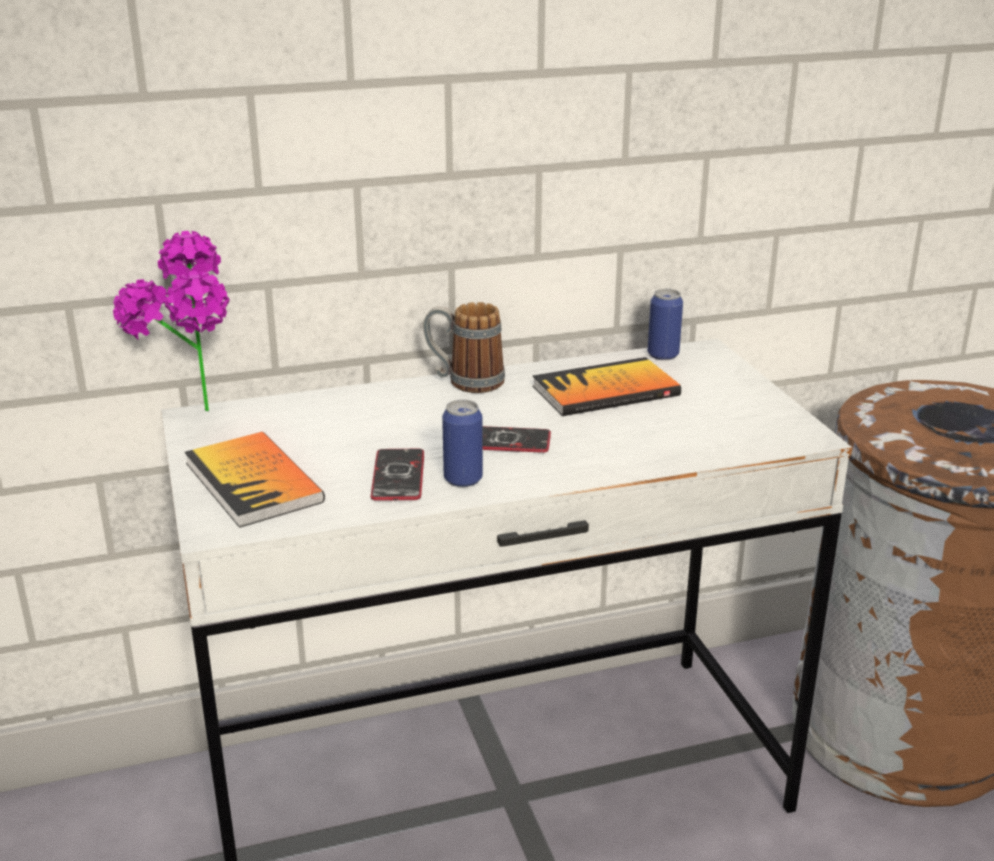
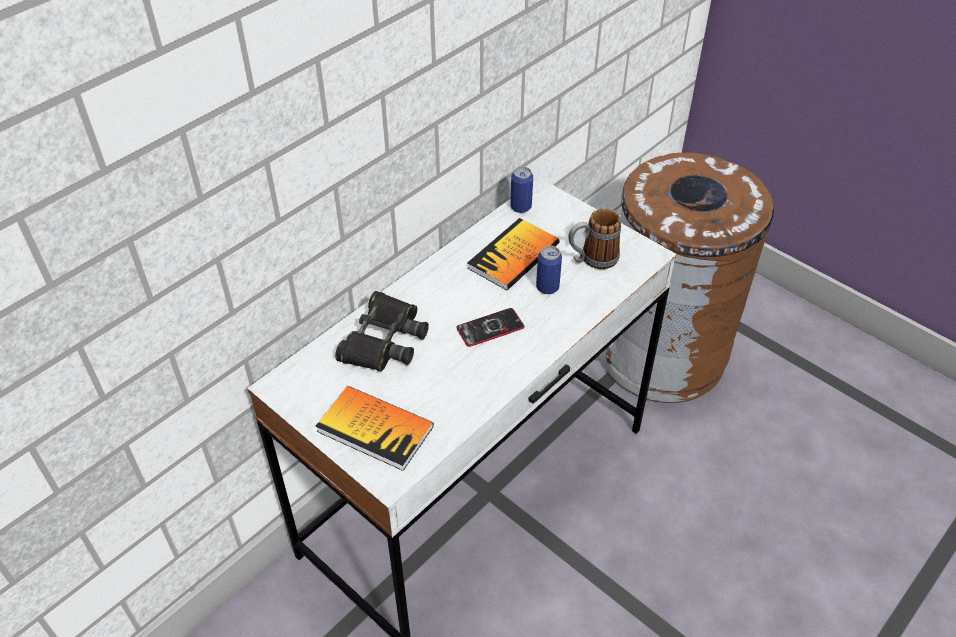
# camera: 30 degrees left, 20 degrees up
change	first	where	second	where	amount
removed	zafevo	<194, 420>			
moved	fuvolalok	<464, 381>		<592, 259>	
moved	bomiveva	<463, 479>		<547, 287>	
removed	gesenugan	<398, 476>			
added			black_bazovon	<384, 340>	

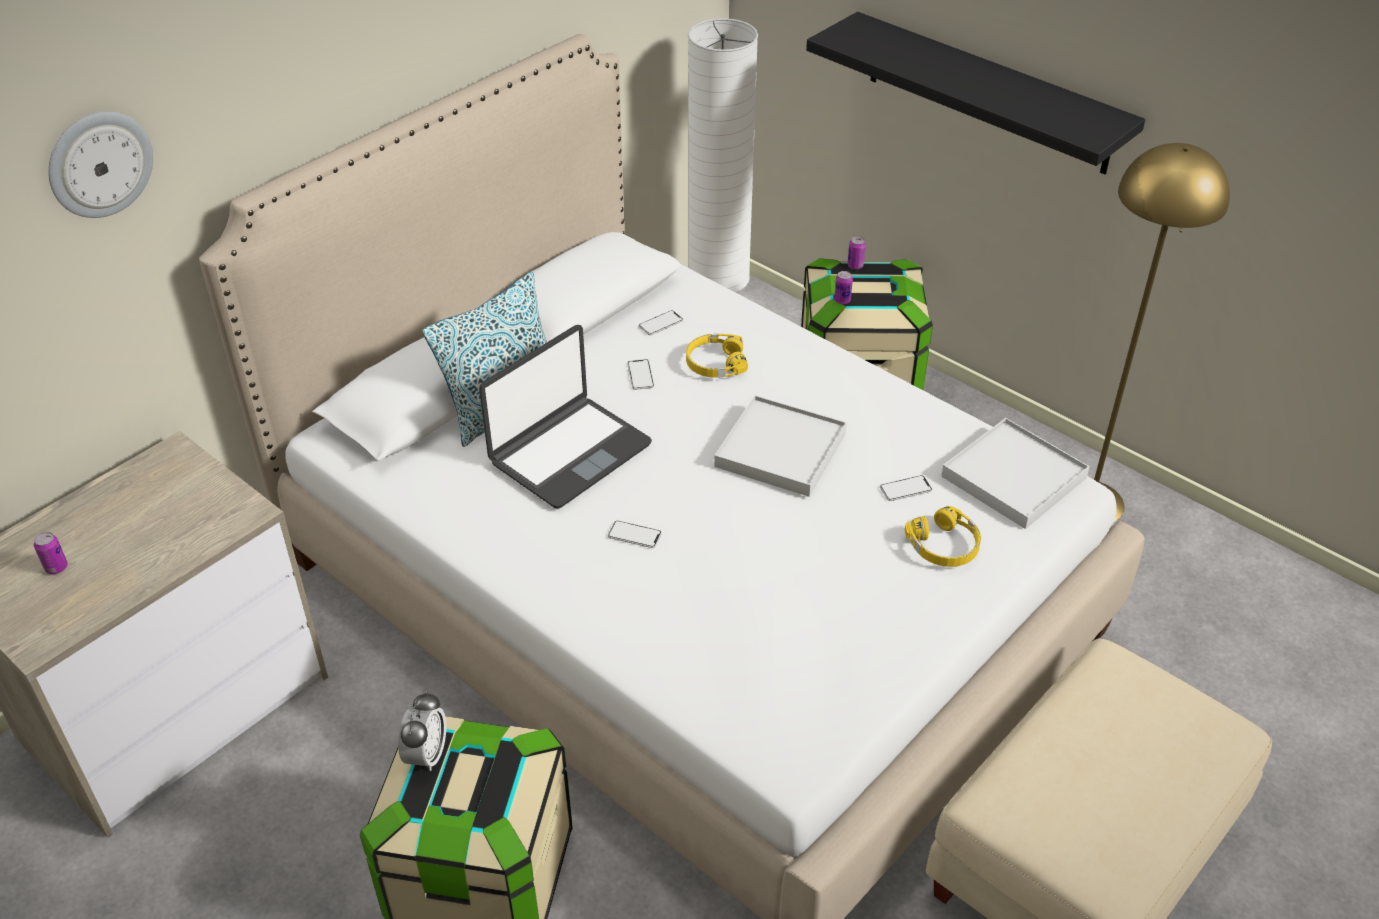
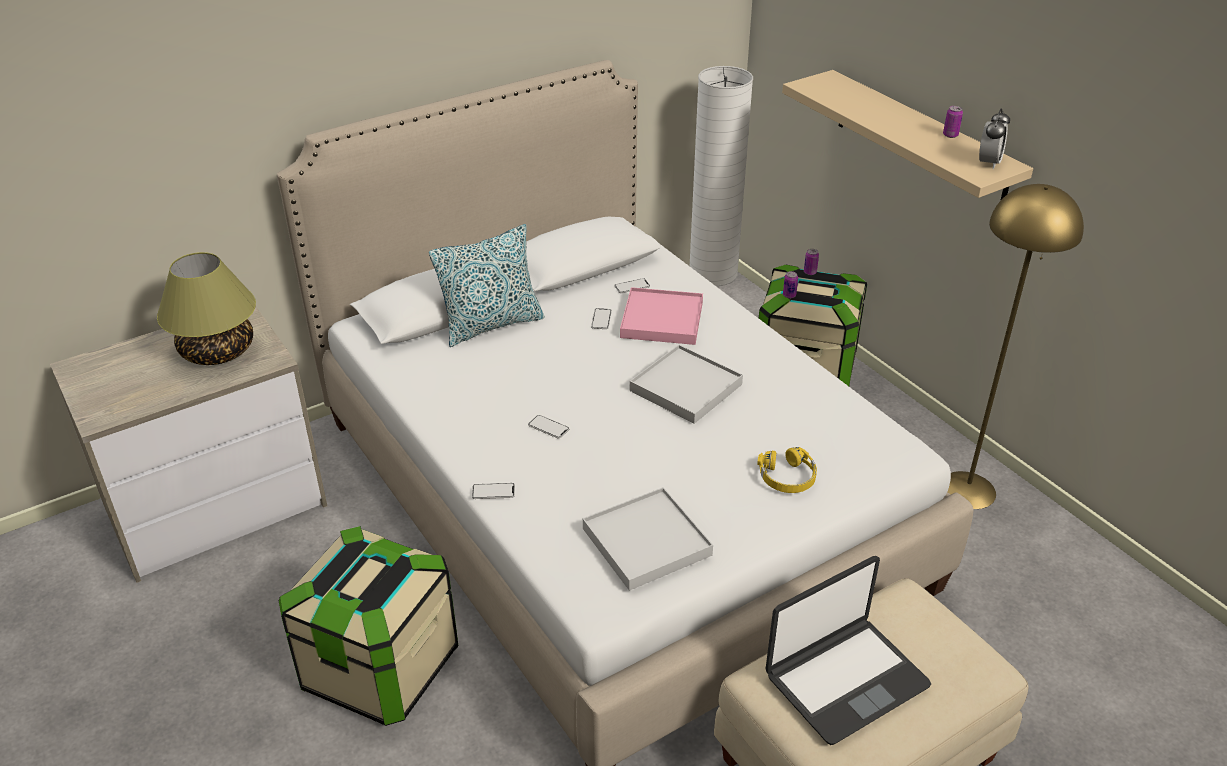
# camera: 15 degrees right, 5 degrees down
change	first	where	second	where	amount
recoloured	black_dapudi	<988, 93>	beige_dapudi	<920, 141>	
removed	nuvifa	<99, 164>			
moved	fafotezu	<569, 453>		<845, 679>	
replaced	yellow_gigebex	<715, 363>	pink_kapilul	<661, 320>	
moved	white_kapilul	<1014, 477>		<646, 542>	
moved	gesenugan	<905, 489>		<493, 492>	
moved	bomiveva	<56, 567>		<950, 135>	
moved	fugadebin	<426, 755>		<988, 163>	
added			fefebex	<218, 351>	

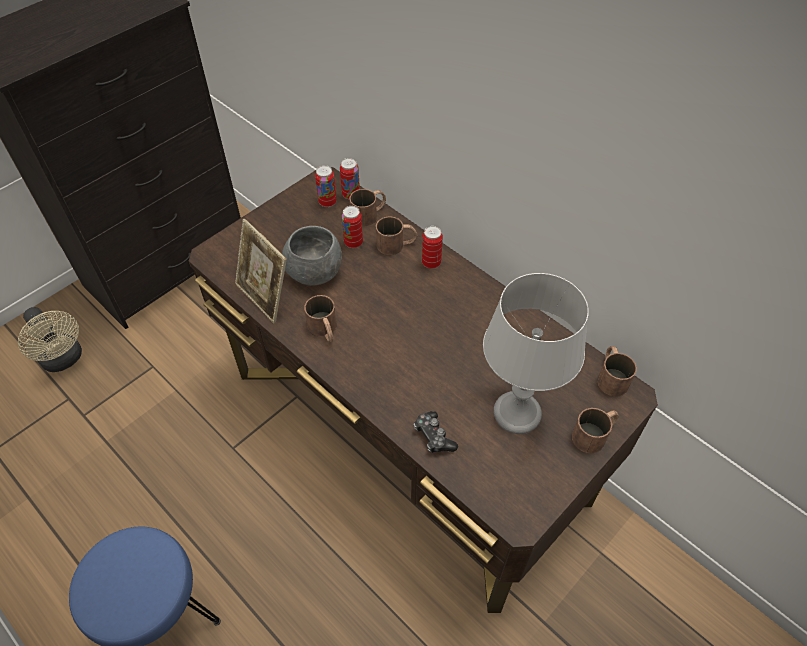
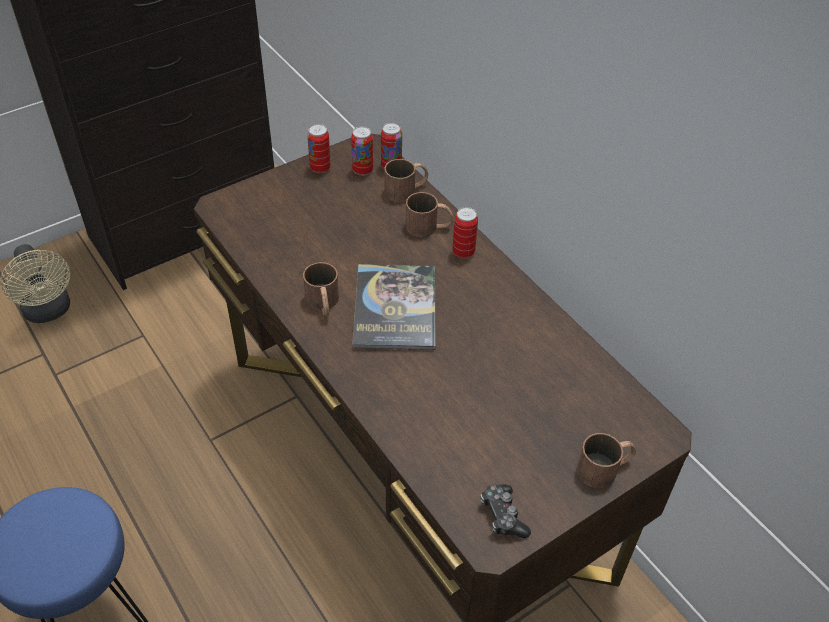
# camera: 10 degrees right, 5 degrees down
change	first	where	second	where	amount
moved	bomiveva	<353, 243>		<320, 168>	
removed	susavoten	<265, 297>			
removed	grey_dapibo	<314, 273>			
removed	grey_fefebex	<517, 413>			
removed	brown_fuvolalok	<611, 376>			
moved	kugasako	<433, 436>		<503, 515>	
added			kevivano	<395, 308>	

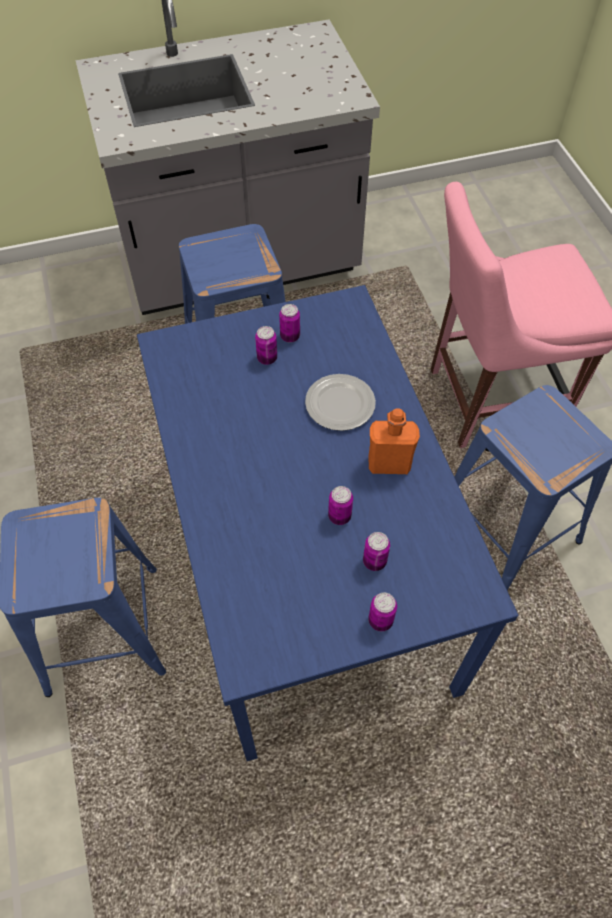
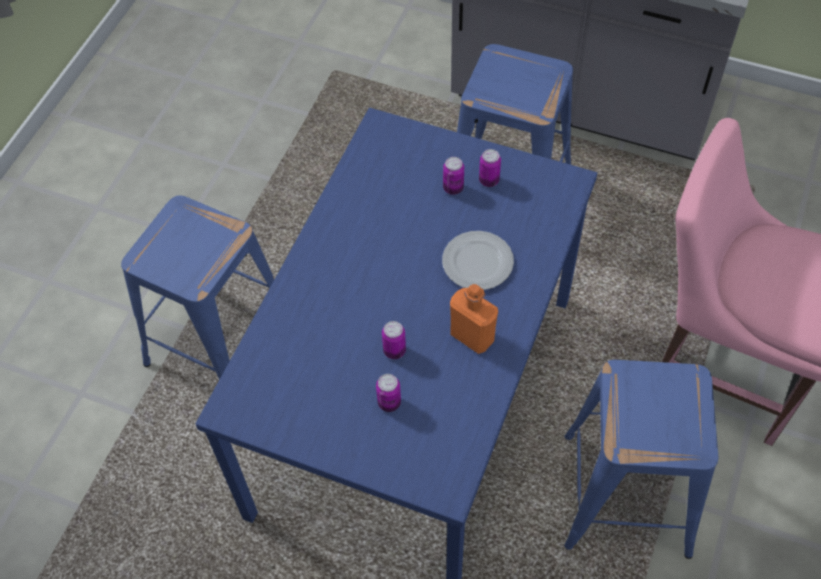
# camera: 40 degrees right, 0 degrees up
change	first	where	second	where	amount
removed	bomiveva	<380, 620>			

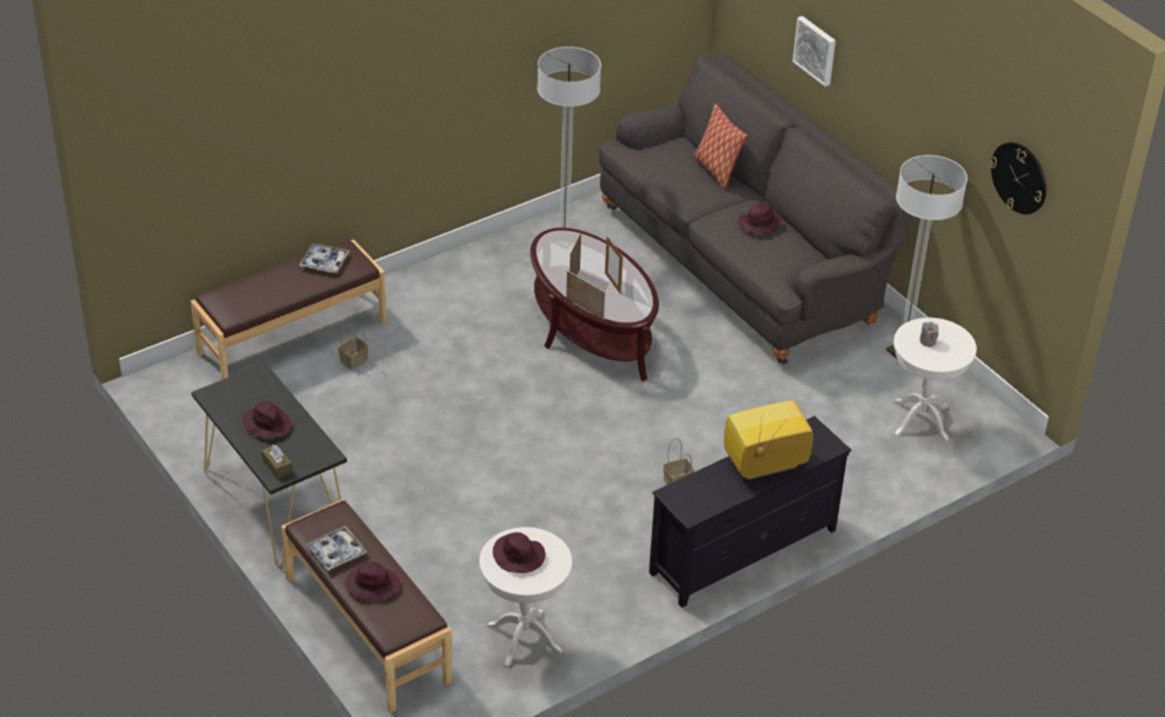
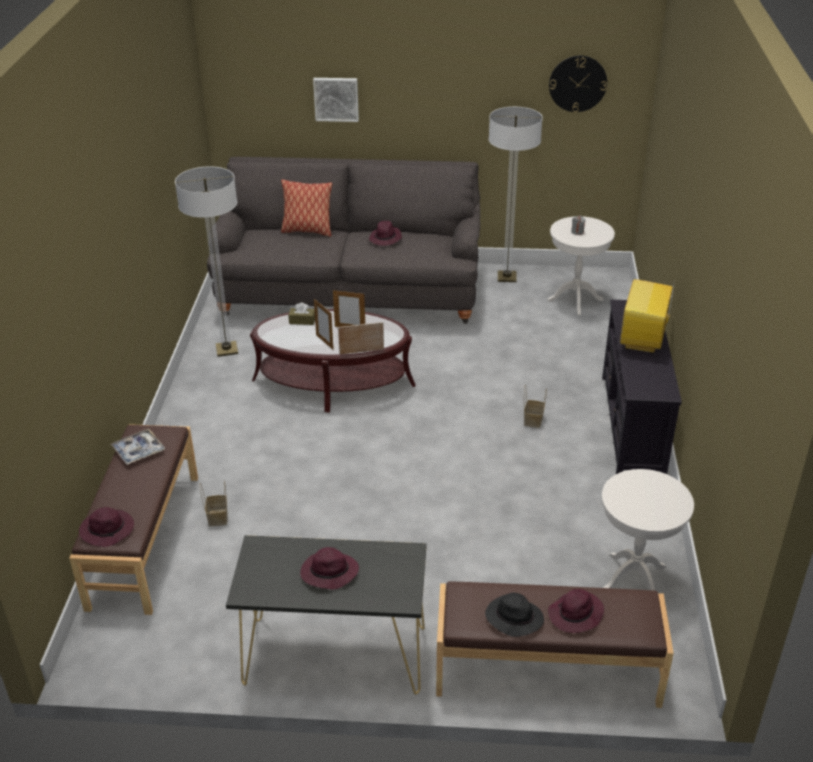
# camera: 50 degrees left, 5 degrees down
change	first	where	second	where	amount
moved	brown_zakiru	<277, 466>		<302, 321>	
replaced	kapilul	<336, 552>	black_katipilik	<513, 618>	
moved	purple_katipilik	<519, 556>		<108, 530>	

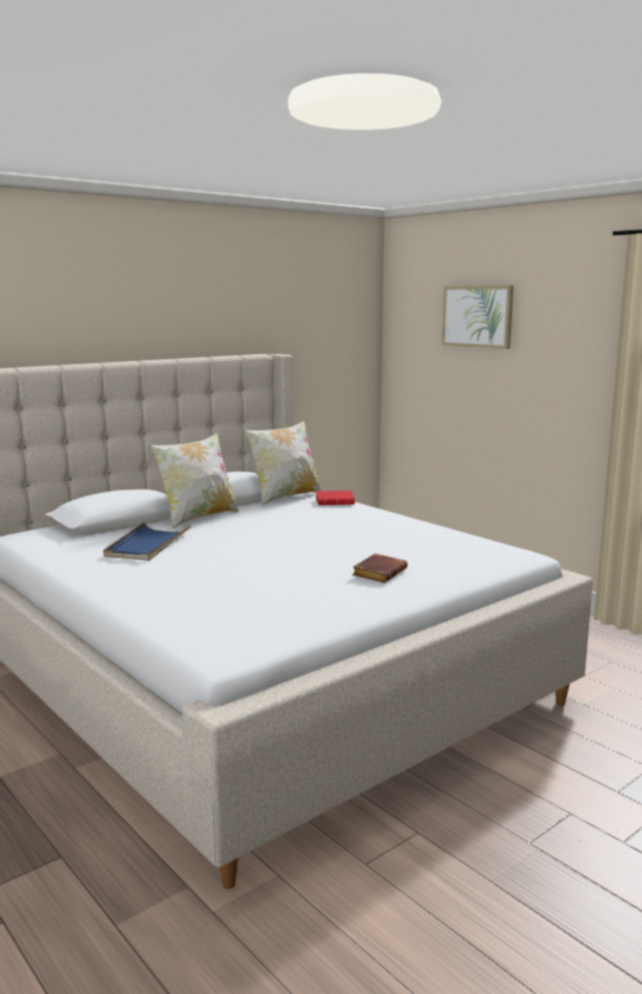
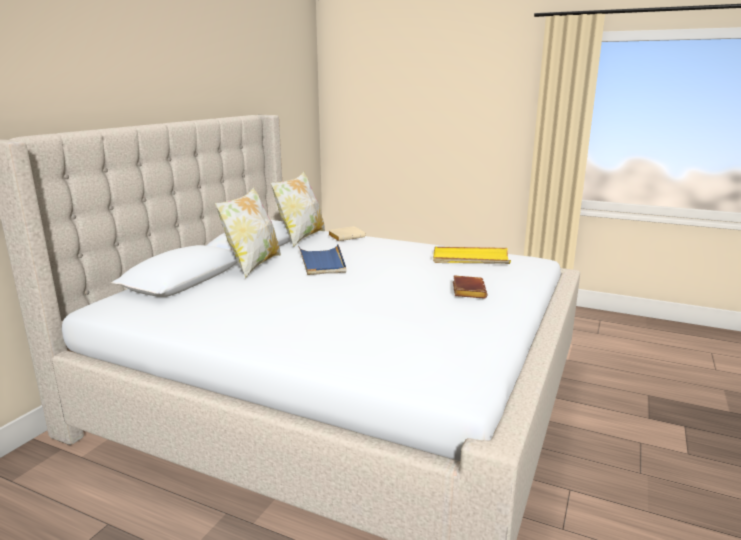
# camera: 25 degrees left, 5 degrees up
change	first	where	second	where	amount
removed	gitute	<477, 316>			
recoloured	red_kevivano	<336, 502>	beige_kevivano	<346, 237>	
moved	blue_kapilul	<147, 545>		<322, 262>	
added			yellow_kapilul	<470, 259>	

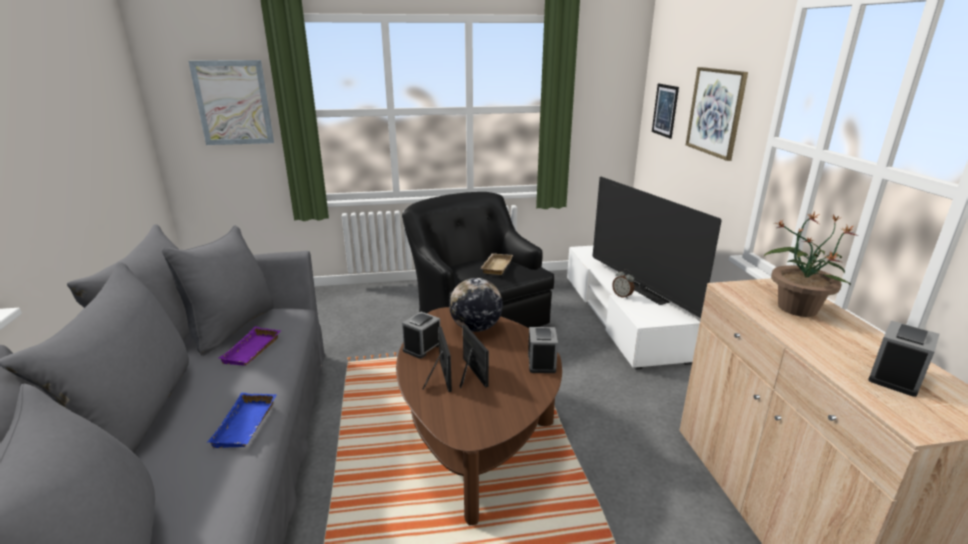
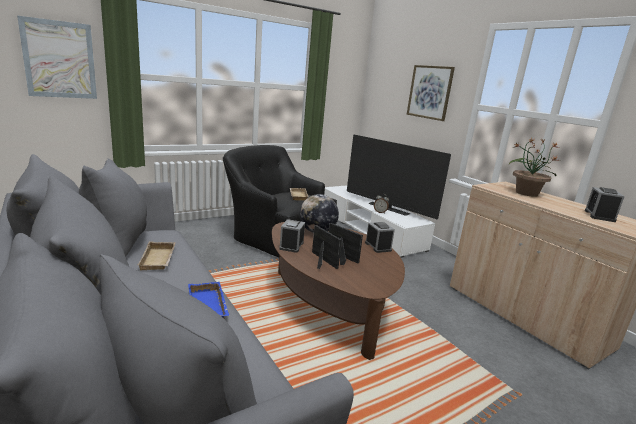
# camera: 25 degrees left, 5 degrees down
change	first	where	second	where	amount
removed	gitute	<665, 110>			
recoloured	purple_kapilul	<253, 351>	beige_kapilul	<159, 259>	

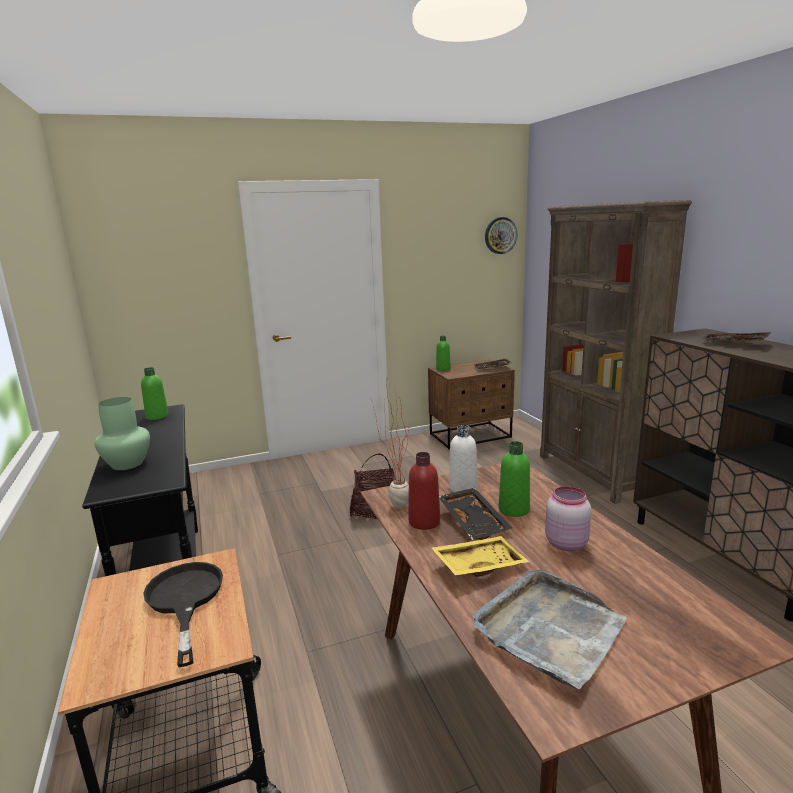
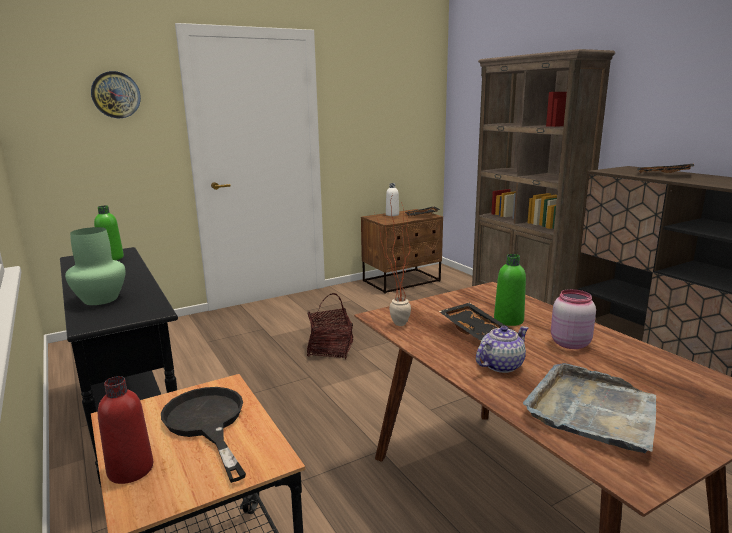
# camera: 10 degrees left, 0 degrees up
change	first	where	second	where	amount
moved	nuvifa	<500, 235>		<116, 95>	
removed	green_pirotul	<443, 369>			
moved	white_pirotul	<463, 488>		<392, 214>	
moved	red_pirotul	<424, 522>		<130, 470>	
replaced	yellow_kapilul	<478, 565>	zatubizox	<500, 365>	

